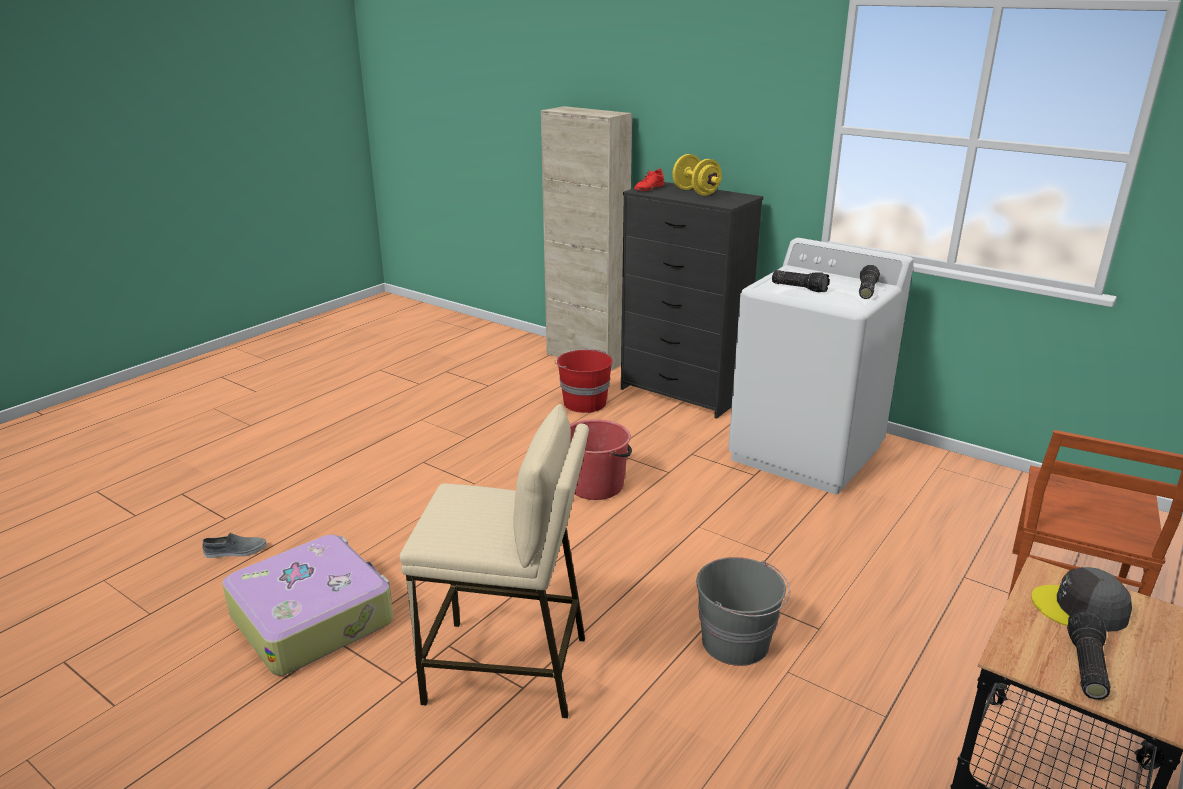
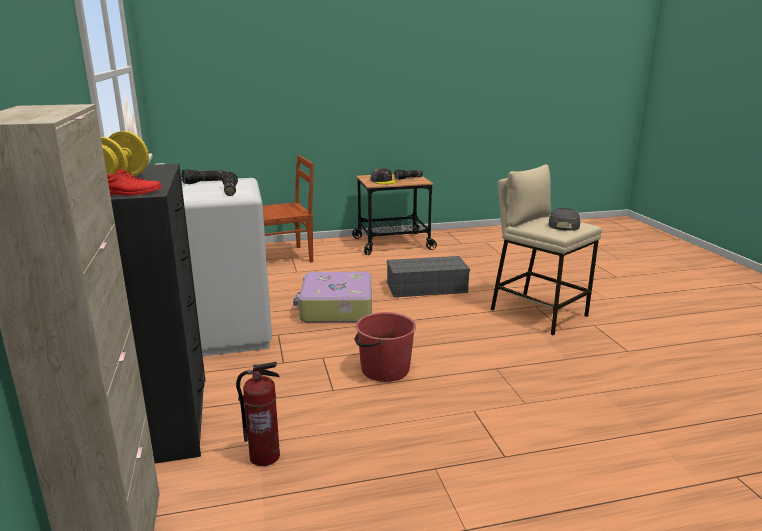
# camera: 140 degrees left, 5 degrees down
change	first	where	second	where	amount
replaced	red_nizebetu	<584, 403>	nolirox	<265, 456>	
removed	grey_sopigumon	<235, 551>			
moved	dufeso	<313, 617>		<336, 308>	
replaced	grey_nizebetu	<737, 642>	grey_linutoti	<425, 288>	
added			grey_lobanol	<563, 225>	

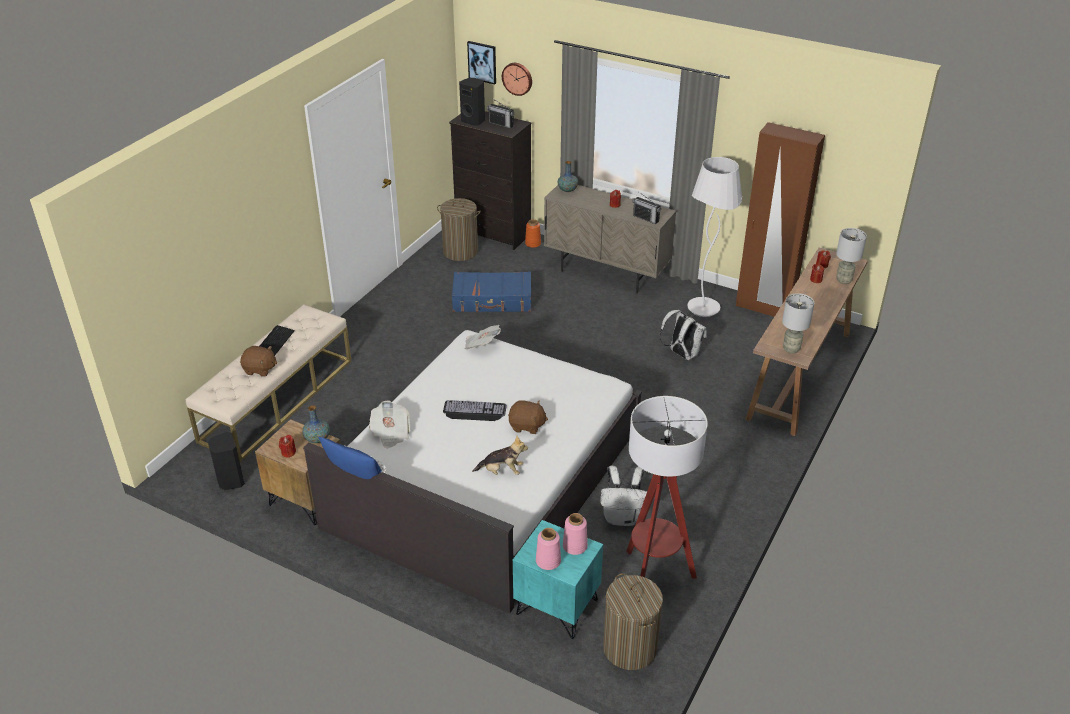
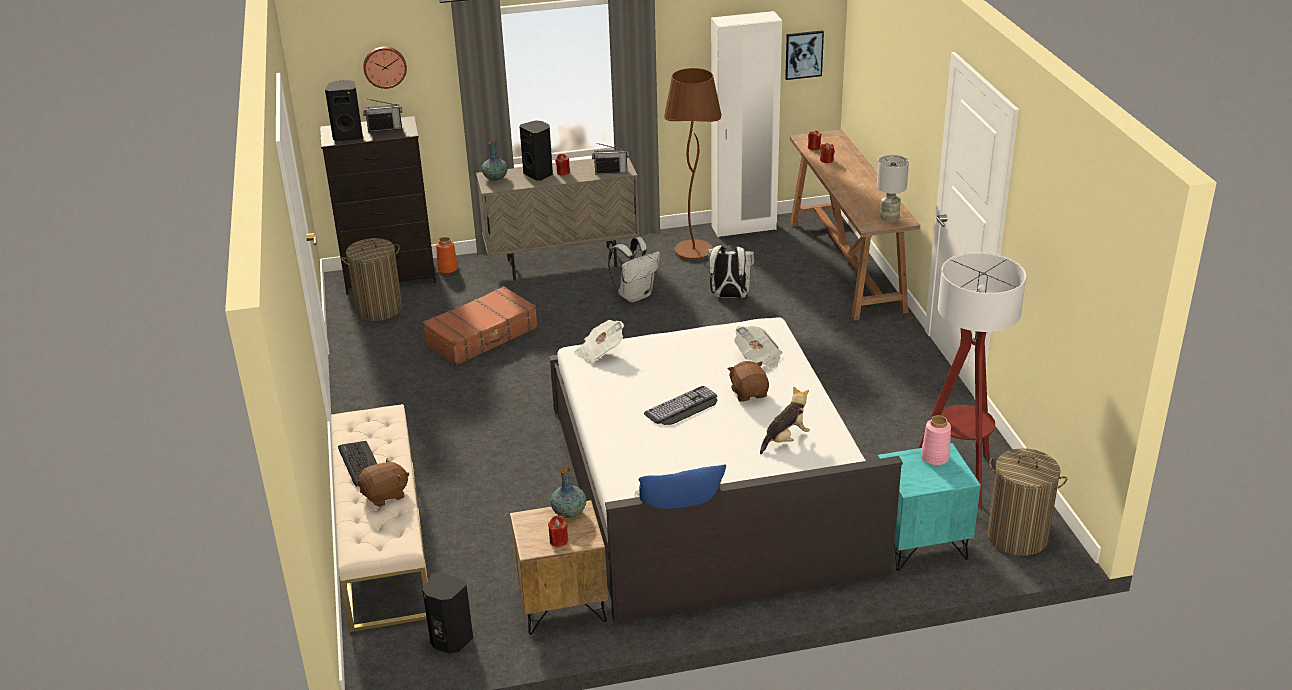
# camera: 40 degrees left, 5 degrees down
change	first	where	second	where	amount
moved	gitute	<482, 62>		<803, 54>	
recoloured	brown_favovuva	<764, 308>	white_favovuva	<744, 228>	
recoloured	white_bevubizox	<703, 308>	brown_bevubizox	<693, 251>	
removed	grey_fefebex	<843, 280>			
recoloured	blue_dufeso	<492, 300>	brown_dufeso	<482, 336>	
moved	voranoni	<390, 433>		<758, 358>	
turned	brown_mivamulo	<527, 426>		<749, 393>	75 degrees counterclockwise
moved	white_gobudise	<622, 518>		<635, 295>	
removed	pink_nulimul	<548, 561>			
added			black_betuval	<539, 174>	

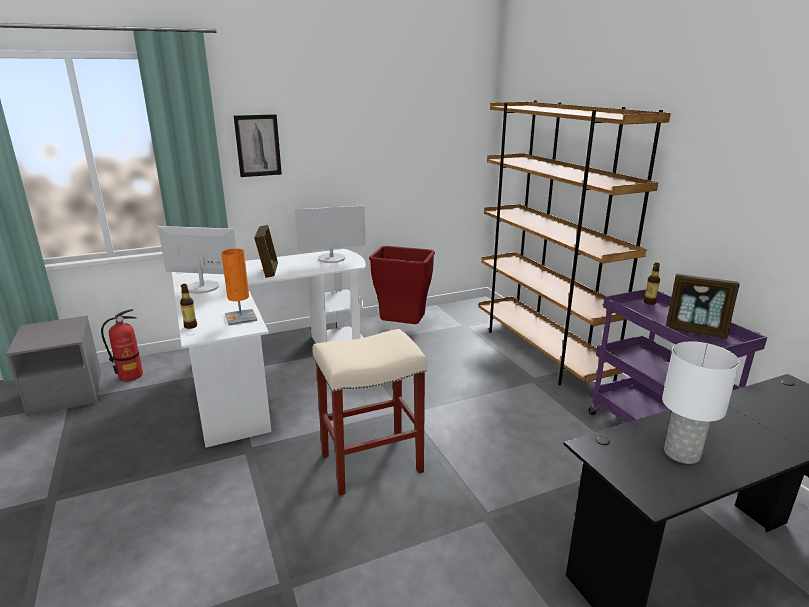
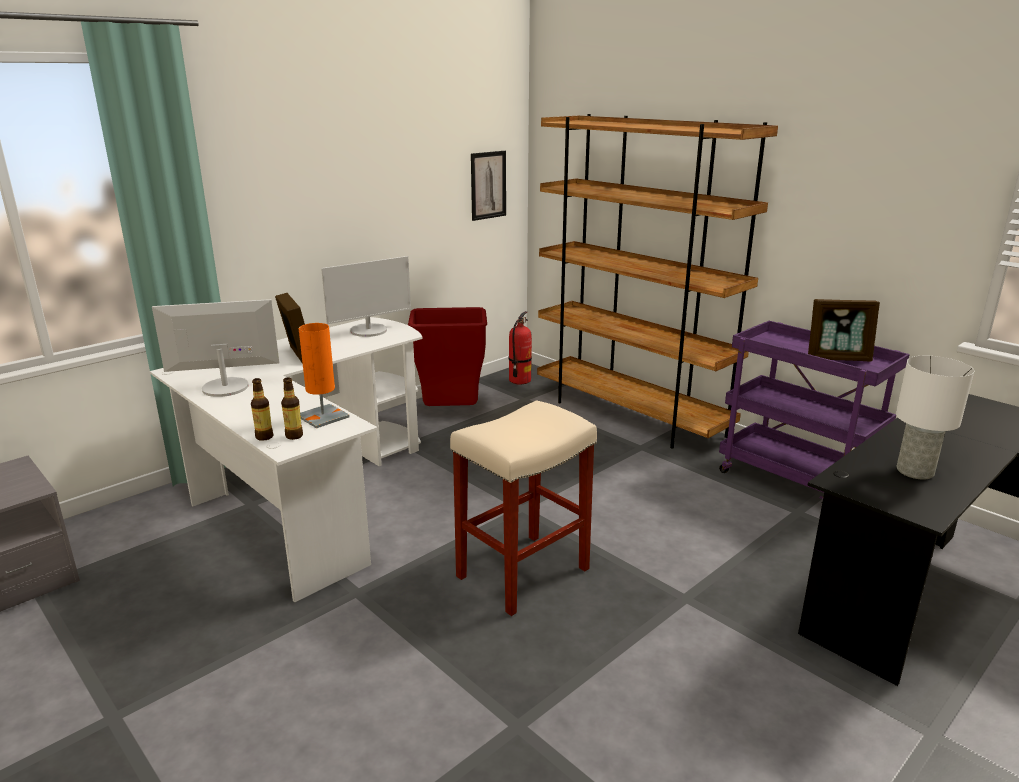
# camera: 20 degrees left, 0 degrees up
change	first	where	second	where	amount
moved	gitute	<258, 145>		<488, 185>	
moved	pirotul	<649, 302>		<294, 436>	
moved	nolirox	<131, 376>		<519, 380>	

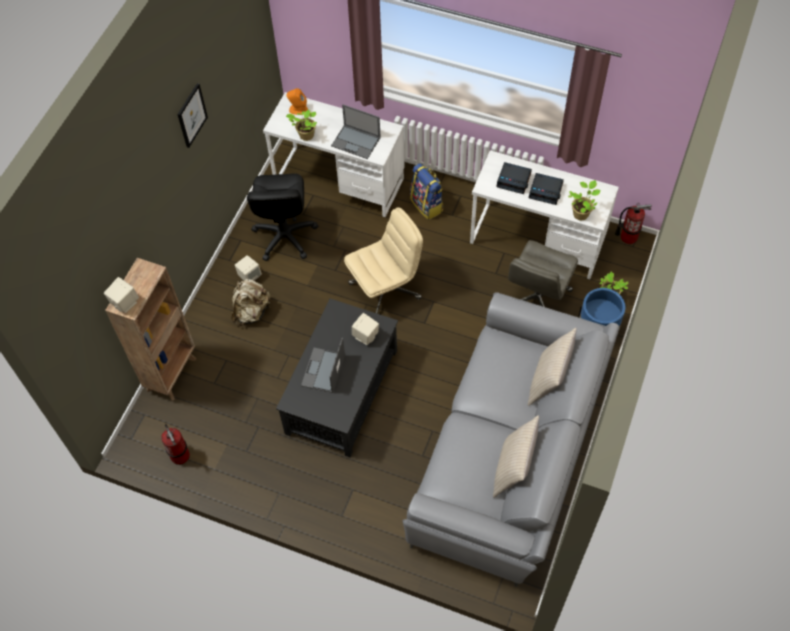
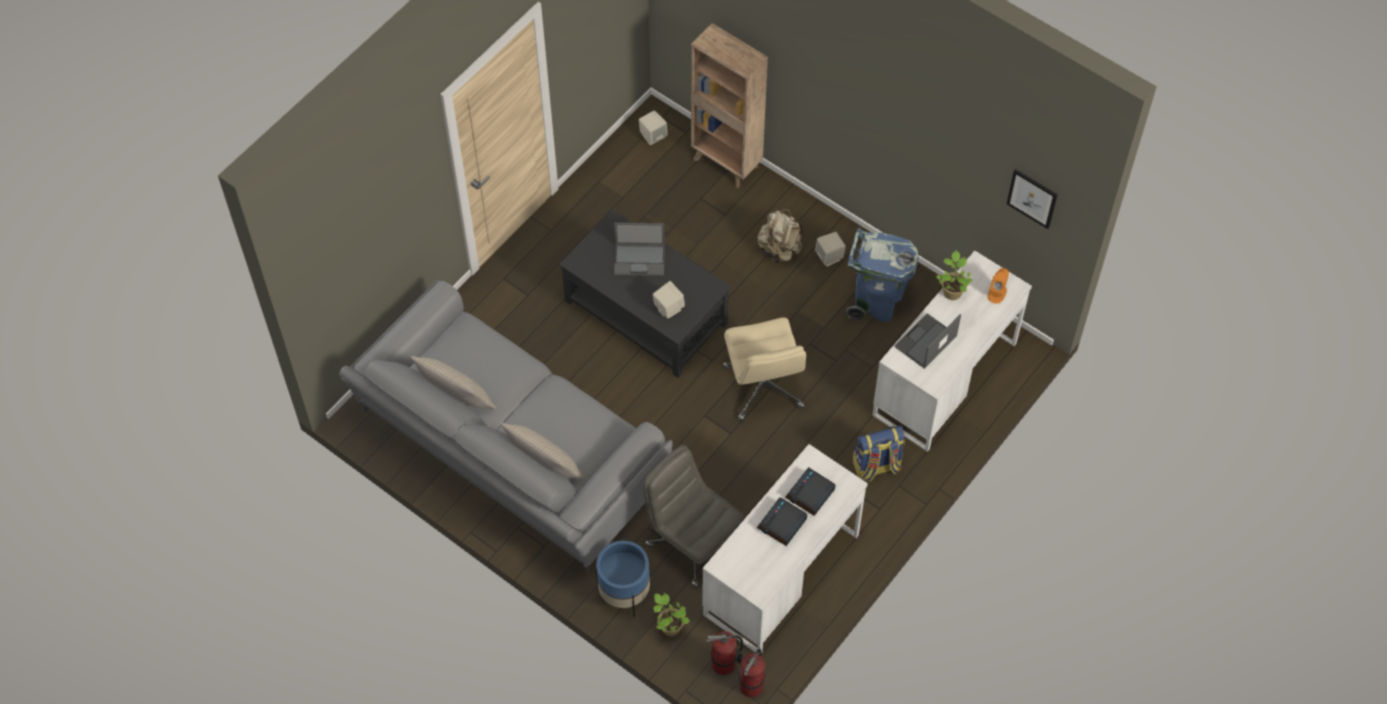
# camera: 105 degrees right, 0 degrees up
change	first	where	second	where	amount
moved	gitute	<191, 115>		<1032, 198>	
replaced	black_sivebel	<284, 236>	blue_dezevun	<876, 303>	
removed	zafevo	<581, 213>			
moved	beige_betuval	<124, 303>		<653, 136>	
turned	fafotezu	<323, 371>		<640, 259>	150 degrees clockwise
moved	nolirox	<180, 455>		<724, 664>	

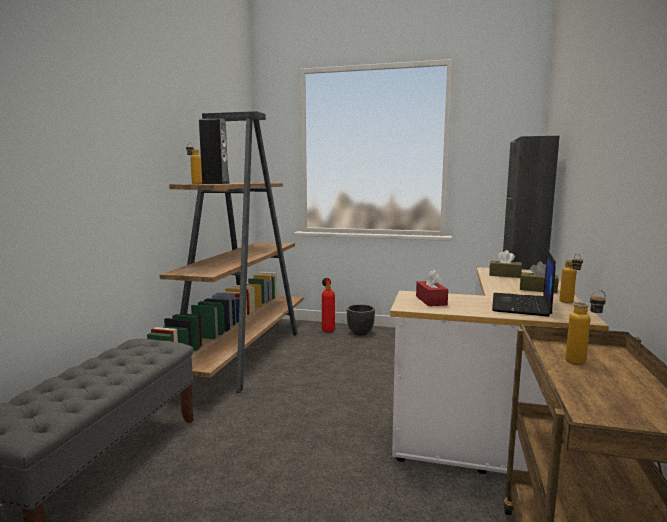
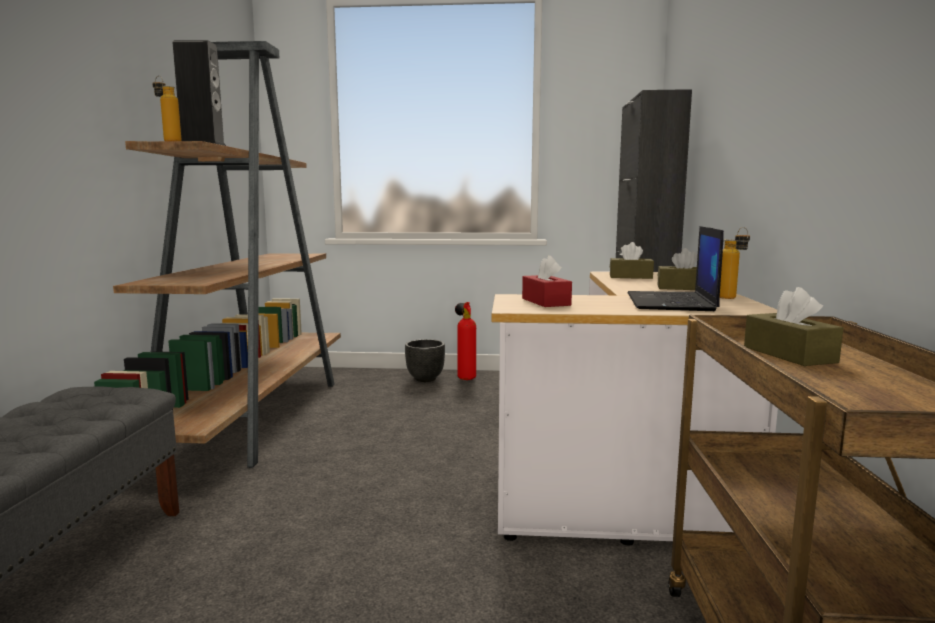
# camera: 10 degrees left, 0 degrees up
change	first	where	second	where	amount
moved	nolirox	<327, 330>		<465, 378>	
replaced	pirotul	<582, 361>	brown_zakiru	<789, 354>	

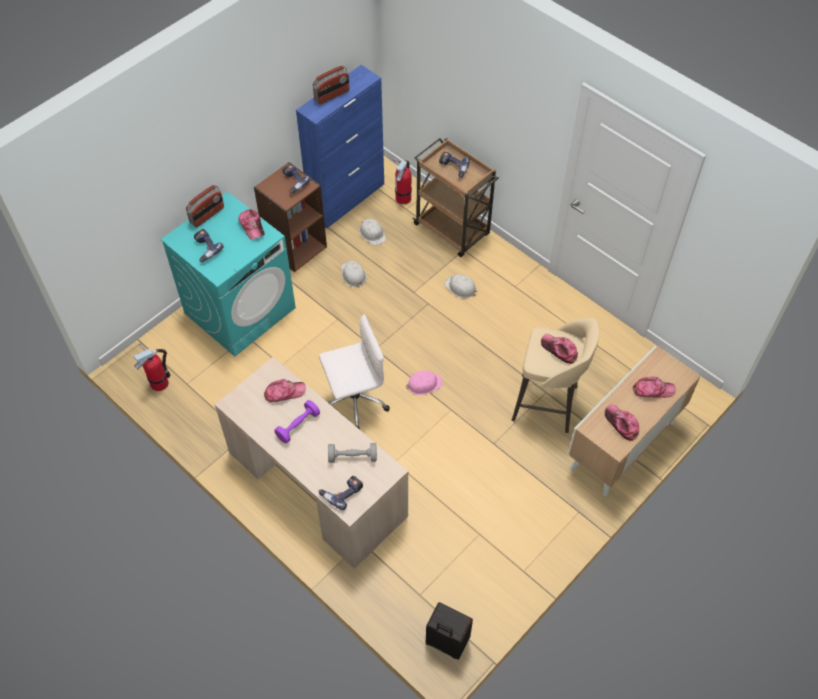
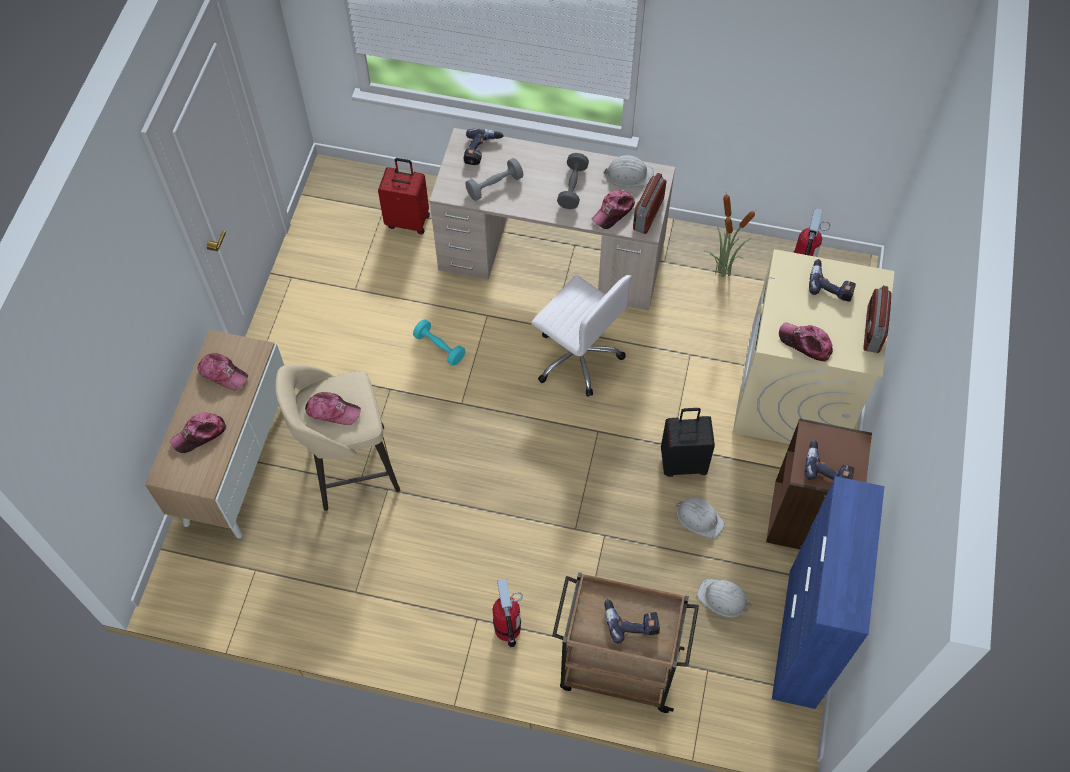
# camera: 150 degrees right, 5 degrees up
change	first	where	second	where	amount
moved	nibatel	<332, 95>		<647, 214>	
moved	nolirox	<403, 198>		<507, 628>	
recoloured	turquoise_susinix	<240, 310>	beige_susinix	<794, 395>	
moved	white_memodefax	<461, 288>		<628, 174>	
turned	white_sivebel	<353, 401>		<577, 356>	90 degrees counterclockwise
removed	pink_memodefax	<424, 384>			
recoloured	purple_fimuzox	<298, 426>	grey_fimuzox	<572, 187>	
moved	black_dufeso	<446, 643>		<683, 462>	
added			red_dufeso	<408, 220>	
added			zafevo	<722, 271>	
added			turquoise_fimuzox	<439, 347>	

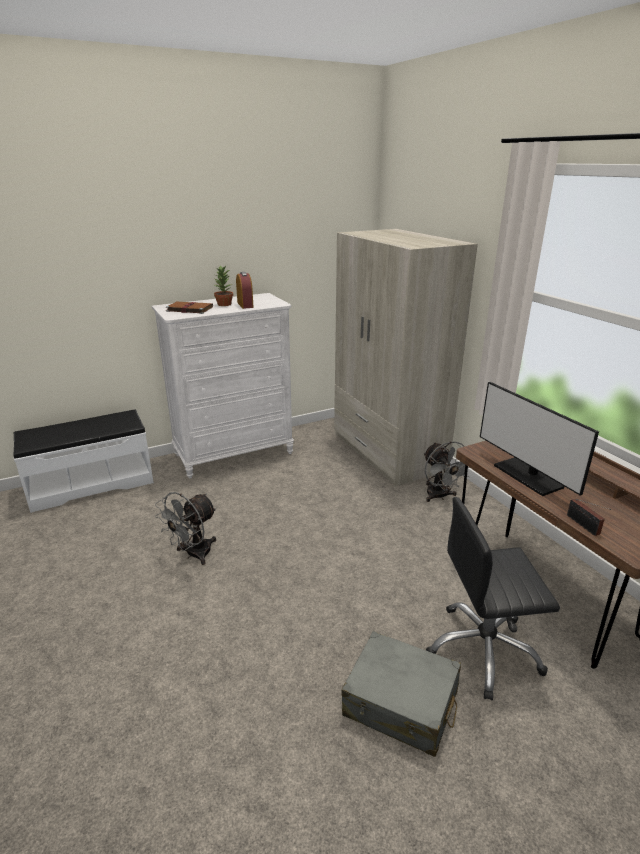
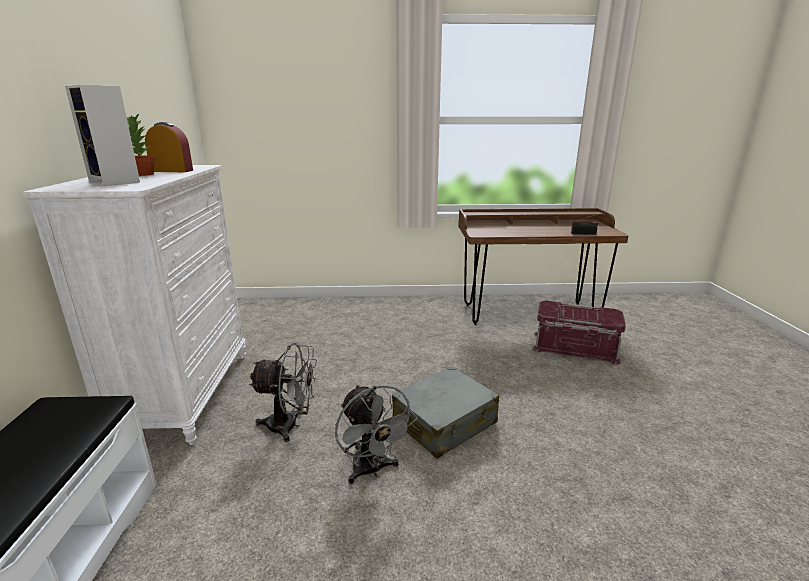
# camera: 65 degrees left, 5 degrees down
change	first	where	second	where	amount
removed	beige_favovuva	<387, 452>			
replaced	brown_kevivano	<189, 309>	betuval	<116, 182>	
removed	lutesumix	<527, 476>			
moved	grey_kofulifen	<440, 496>		<290, 426>	
replaced	black_sivebel	<483, 650>	red_linutoti	<574, 348>	
moved	grey_dufeso	<401, 703>		<445, 422>	

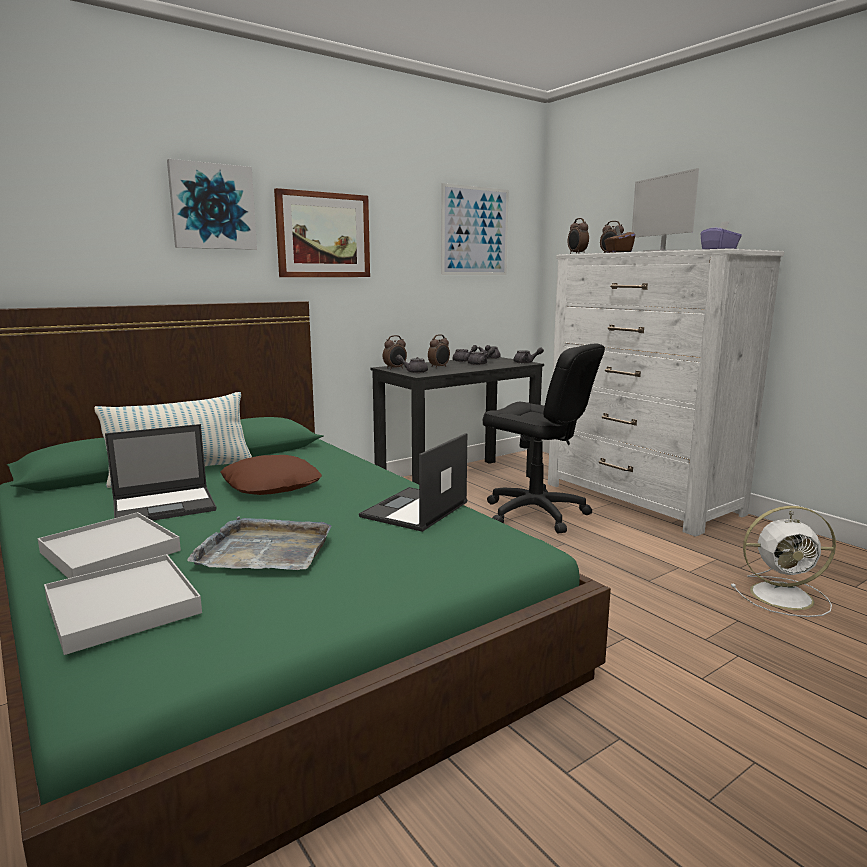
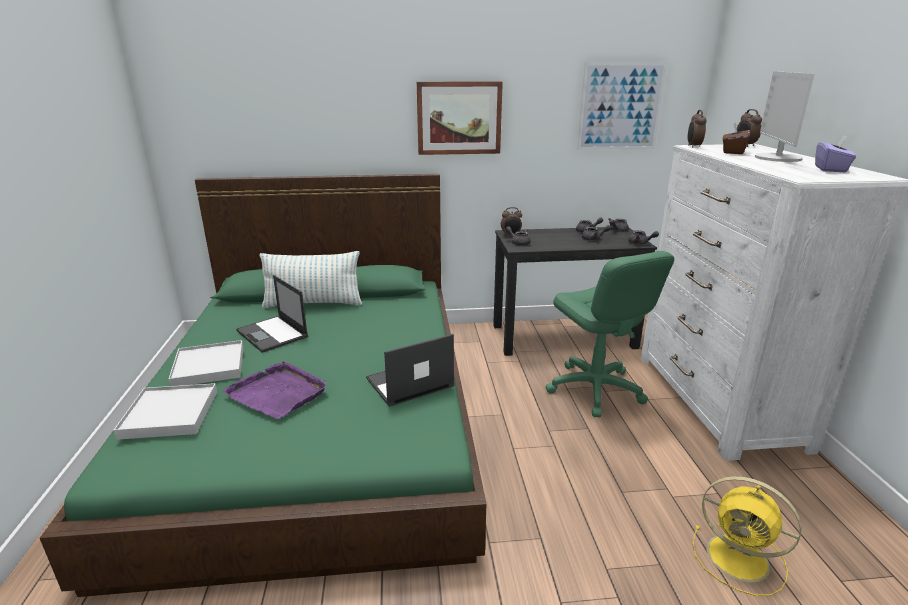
# camera: 30 degrees right, 10 degrees up
change	first	where	second	where	amount
removed	gitute	<212, 206>			
removed	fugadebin	<439, 367>			
recoloured	black_sivebel	<535, 514>	green_sivebel	<594, 389>	
turned	fafotezu	<165, 506>		<273, 334>	45 degrees clockwise
removed	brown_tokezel	<272, 485>			
recoloured	white_kofulifen	<784, 596>	yellow_kofulifen	<740, 559>	
recoloured	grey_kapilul	<265, 550>	purple_kapilul	<278, 392>	

